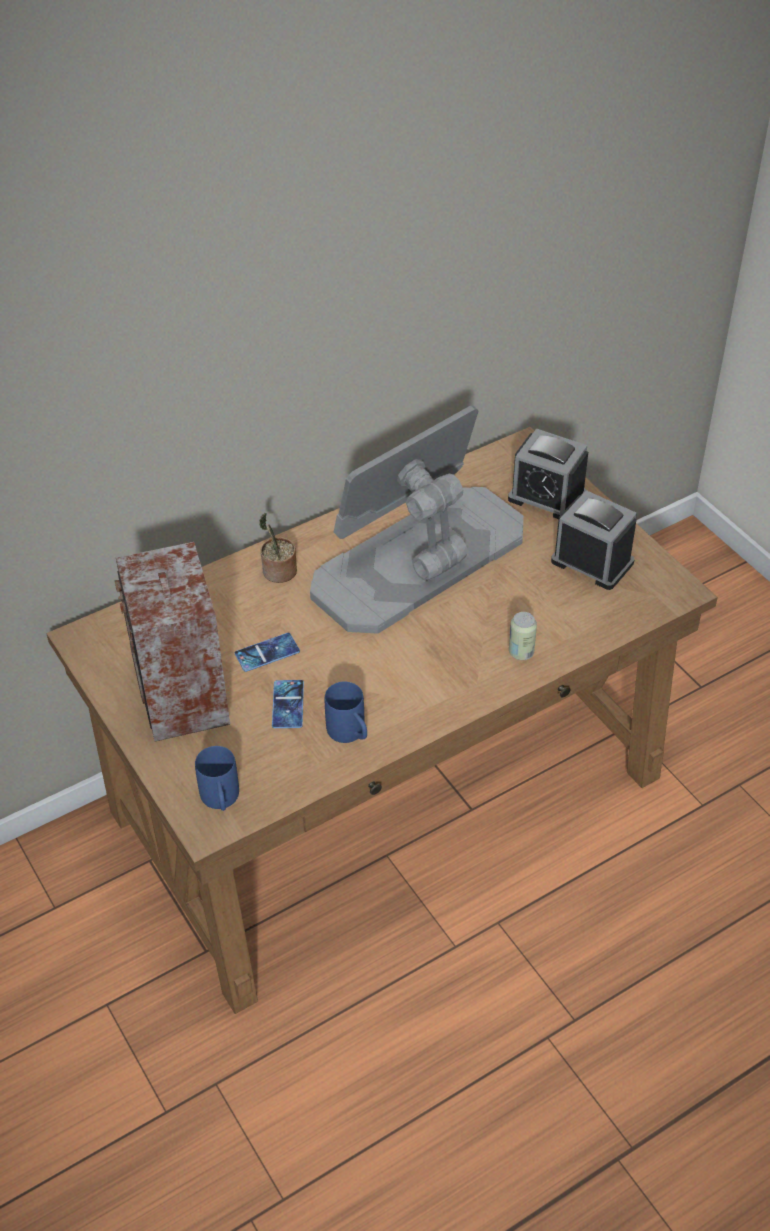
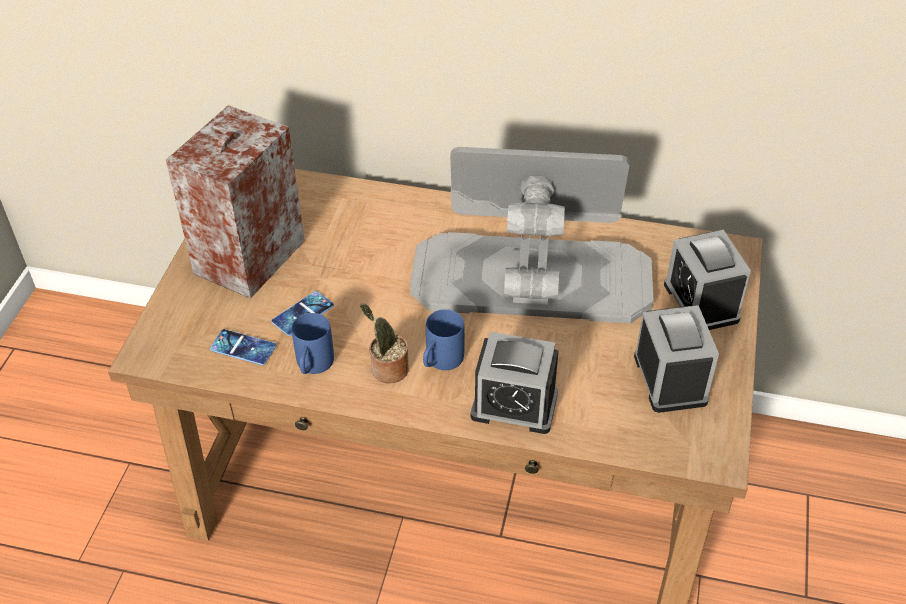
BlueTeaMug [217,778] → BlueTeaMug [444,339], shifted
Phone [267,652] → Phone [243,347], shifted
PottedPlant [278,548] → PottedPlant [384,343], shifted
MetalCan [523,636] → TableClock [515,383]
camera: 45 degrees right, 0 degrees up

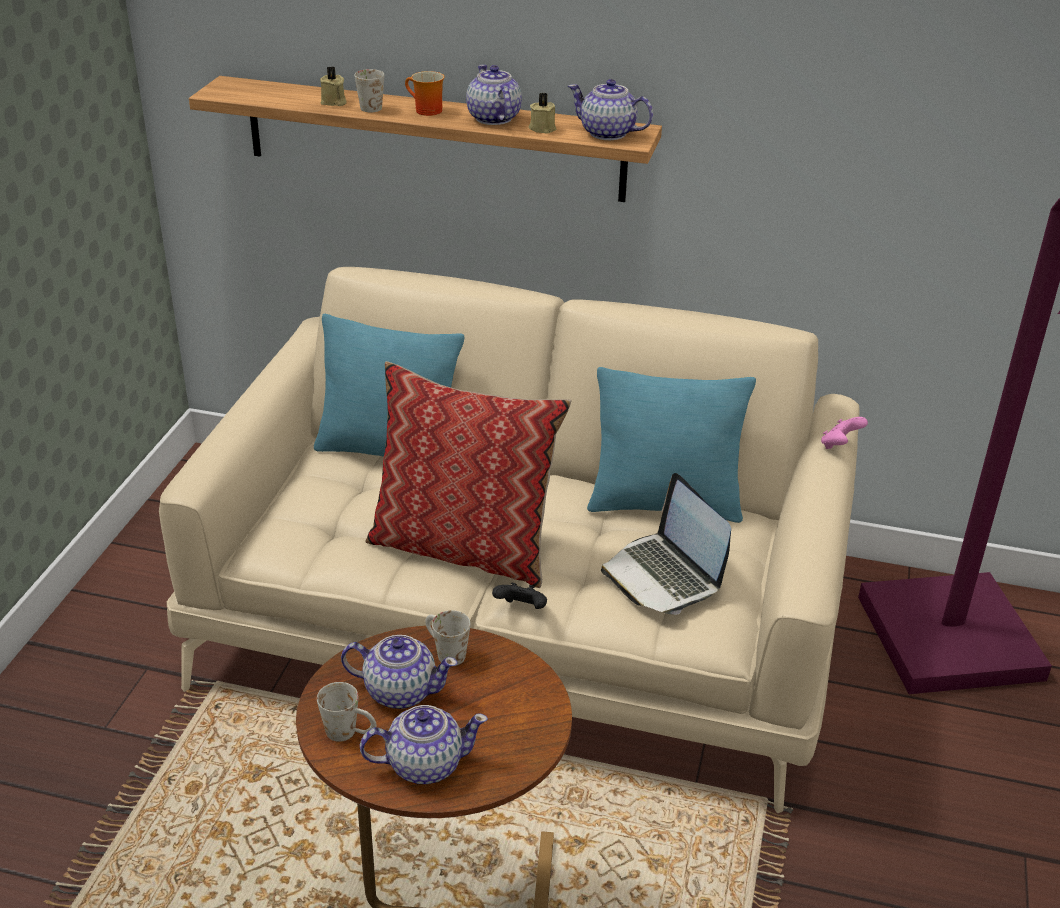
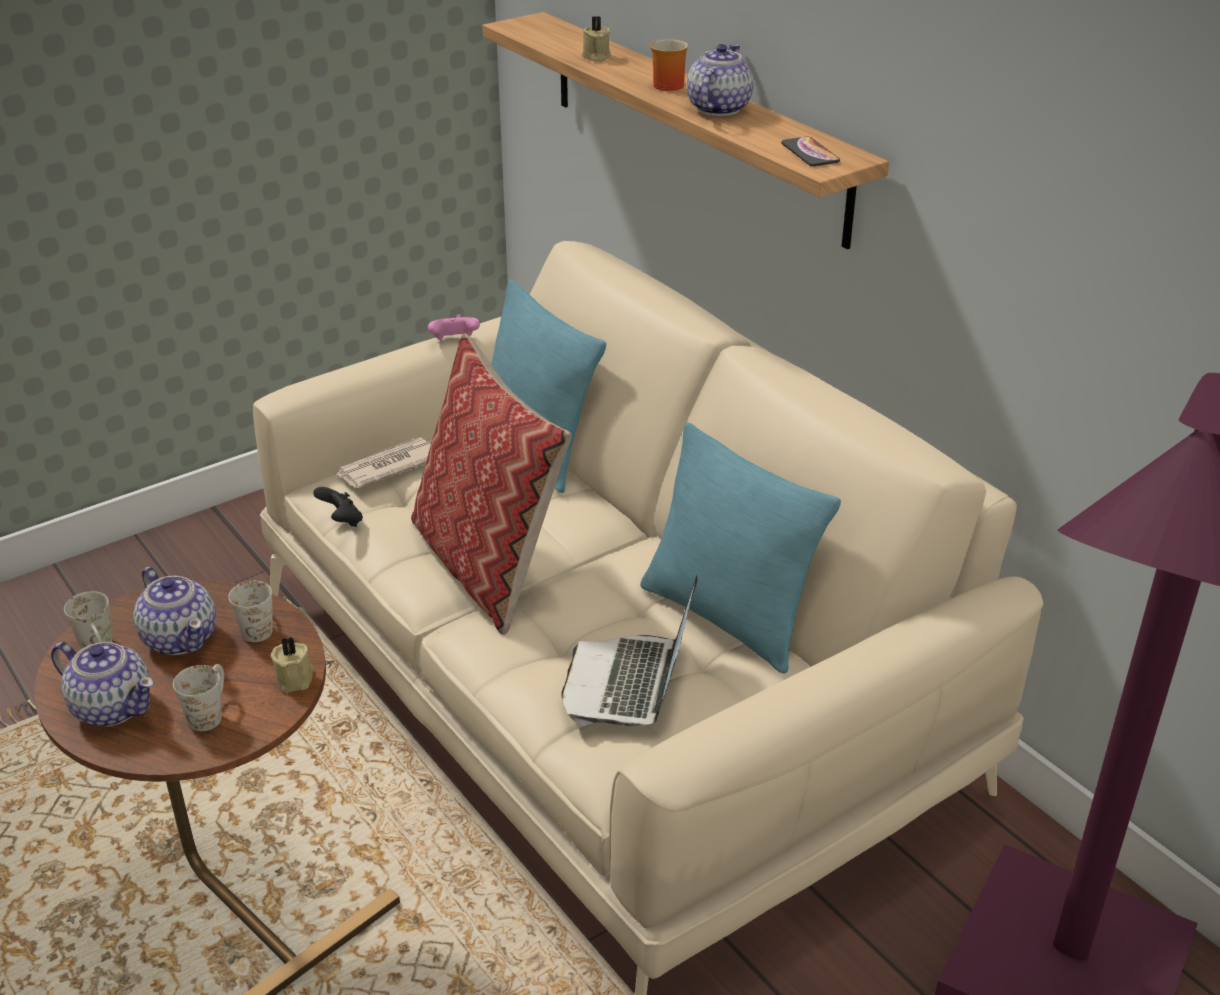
- → DailyPaper [383,463]
WhitishTeaMug [369,90] → WhitishTeaMug [198,697], shifted
BlackishGameController [519,596] → BlackishGameController [338,507], shifted
BeigeColouredWaxLight [542,113] → BeigeColouredWaxLight [292,664], shifted
PinkGameController [844,433] → PinkGameController [454,327], shifted
TeaPot [610,109] → Phone [810,151]
camera: 40 degrees right, 0 degrees up

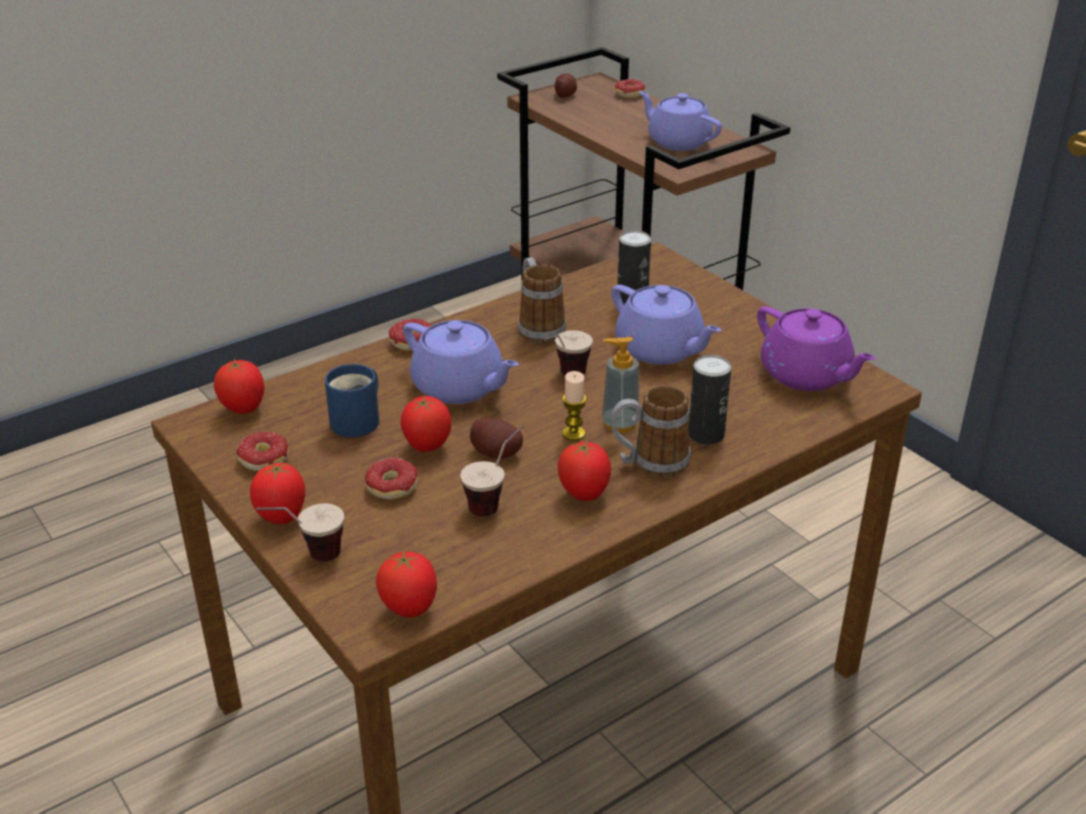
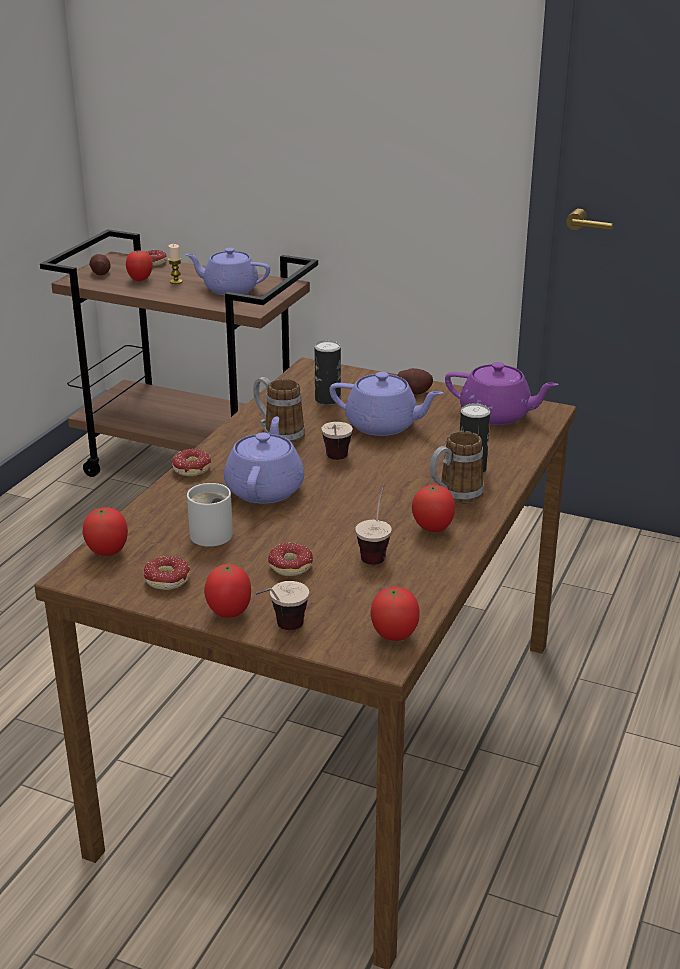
SoapDispenser [620,385] → -
Tomato [426,424] → Tomato [139,265], shifted
Spud [496,438] → Spud [415,381], shifted
WaxLight [574,406] → WaxLight [175,264], shifted
BlueTeaMug [352,400] → WhitishTeaMug [210,515]
PurpleColouredTeaPot [461,362] → PurpleColouredTeaPot [264,460], 90 degrees counterclockwise
camera: 30 degrees left, 5 degrees down

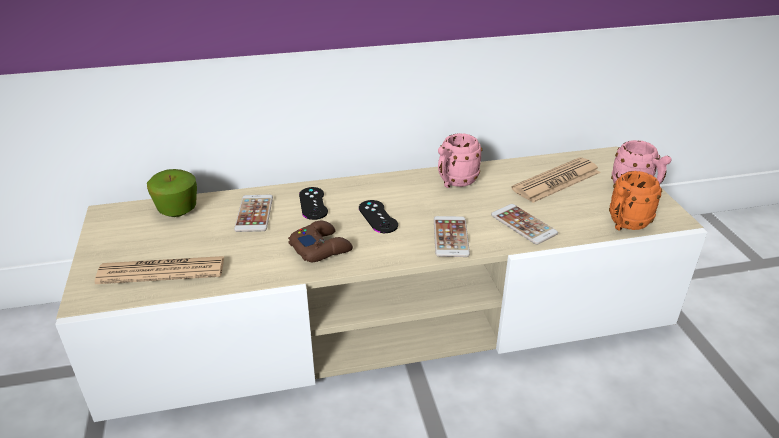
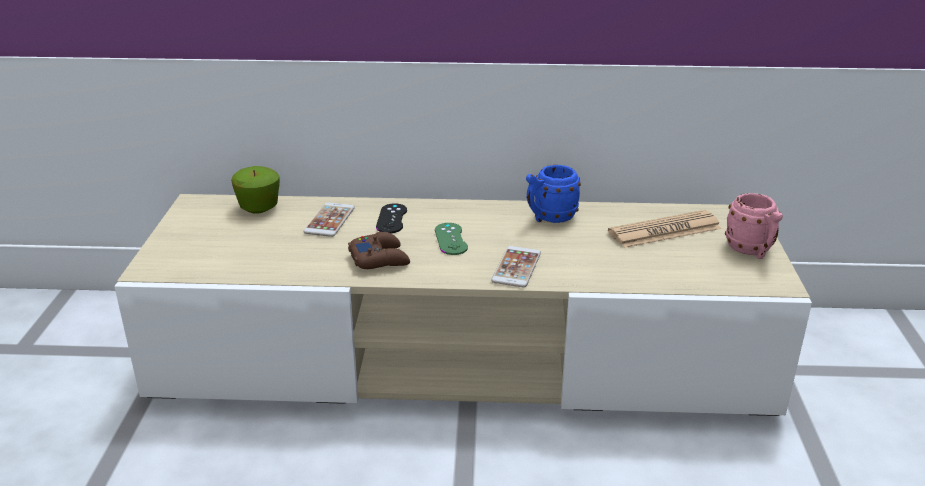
DailyPaper [159,270] → -
Phone [524,224] → -
OrangeTeaMug [635,201] → -
BlackishGameController [378,216] → GreenGameController [451,239]
PinkTeaMug [460,160] → BlueTeaMug [553,194]
camera: 15 degrees right, 5 degrees down

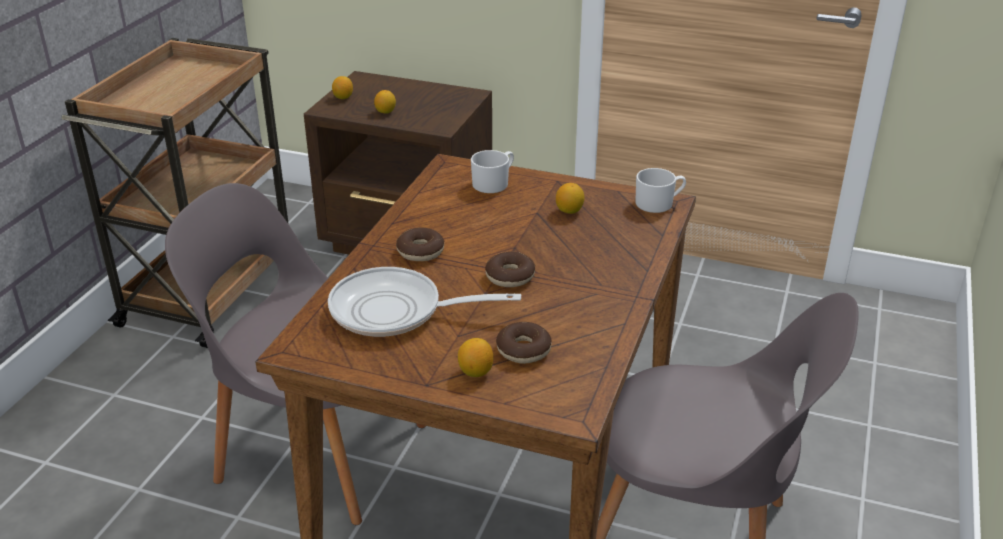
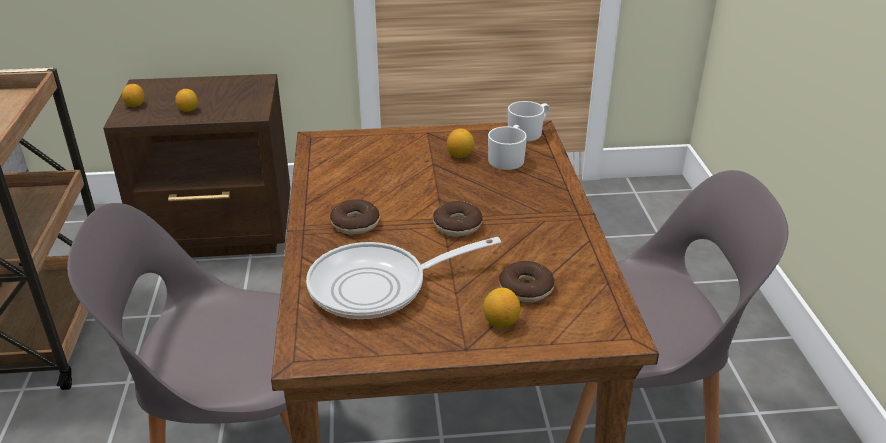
WhitishTeaMug [492,171] → WhitishTeaMug [507,147], shifted
camera: 25 degrees left, 0 degrees up

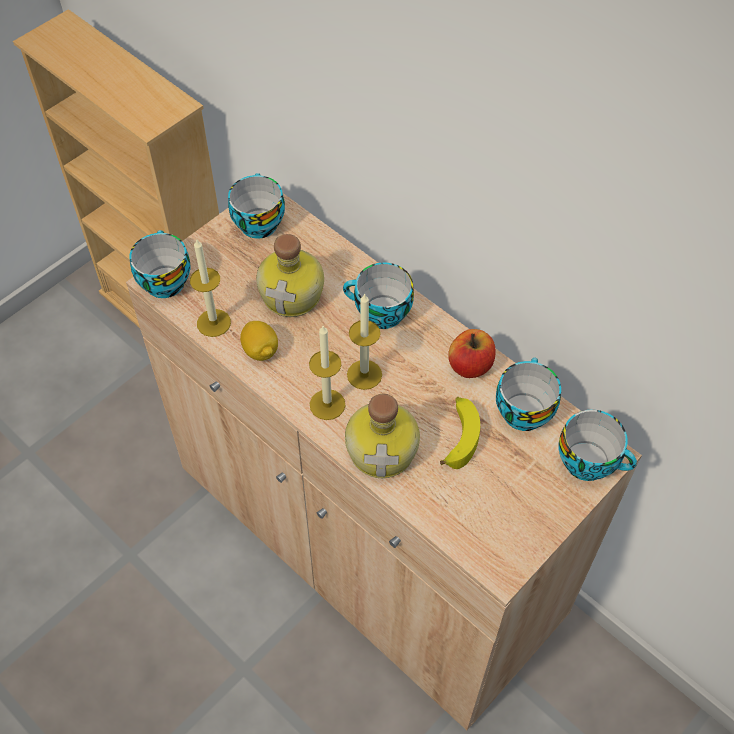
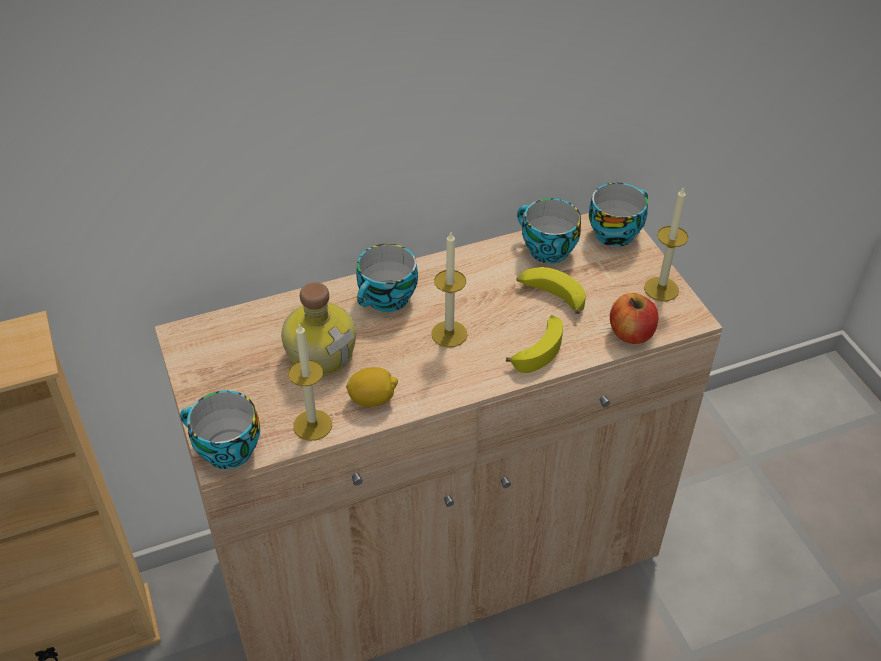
DrinkingCup [256,206] → -
WaxLight [327,373] → WaxLight [666,244], shifted
WholeApple [472,353] → WholeApple [634,318], shifted
BeverageBottle [382,436] → Banana [534,344]
camera: 65 degrees left, 10 degrees down

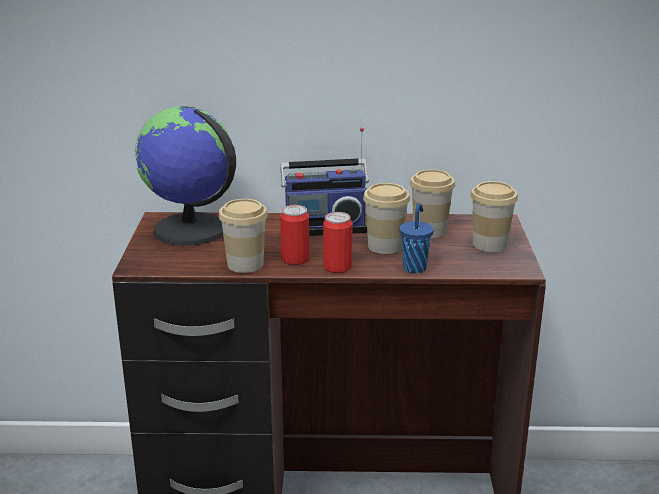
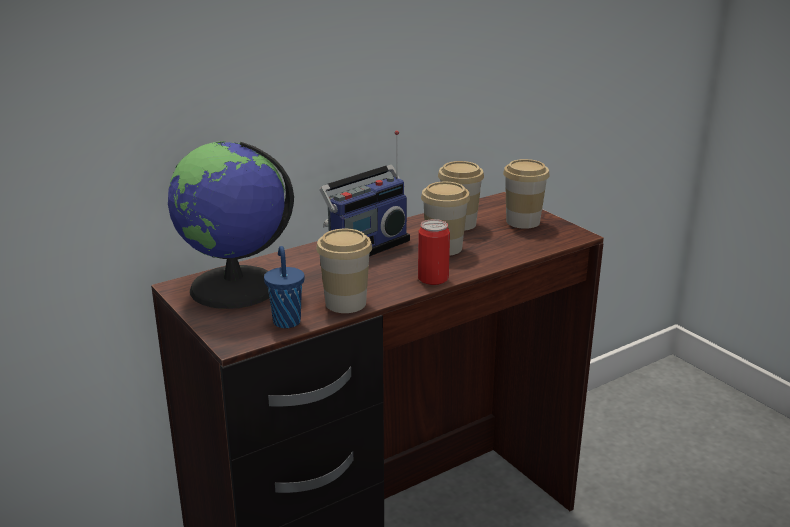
MetalCan [295,235] → -
BlueDrinkingCup [416,238] → BlueDrinkingCup [284,287], shifted
camera: 35 degrees left, 0 degrees up

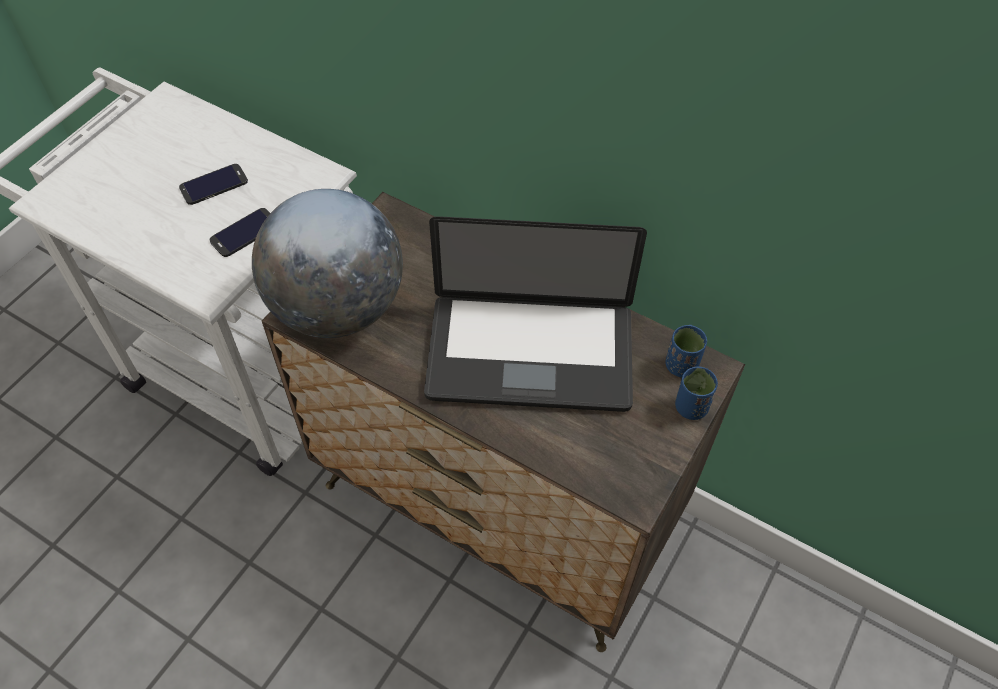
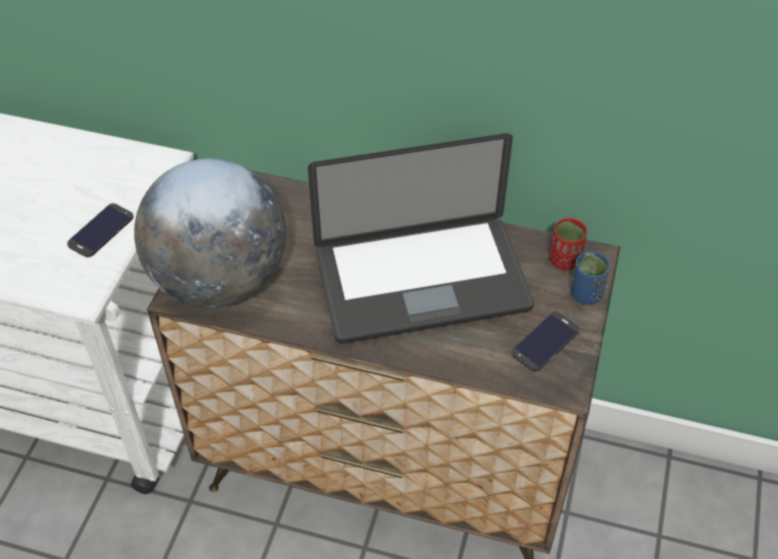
Phone [213,184] → Phone [545,341], shifted
BlueDrinkingCup [686,351] → RedDrinkingCup [568,244]
camera: 15 degrees left, 5 degrees down

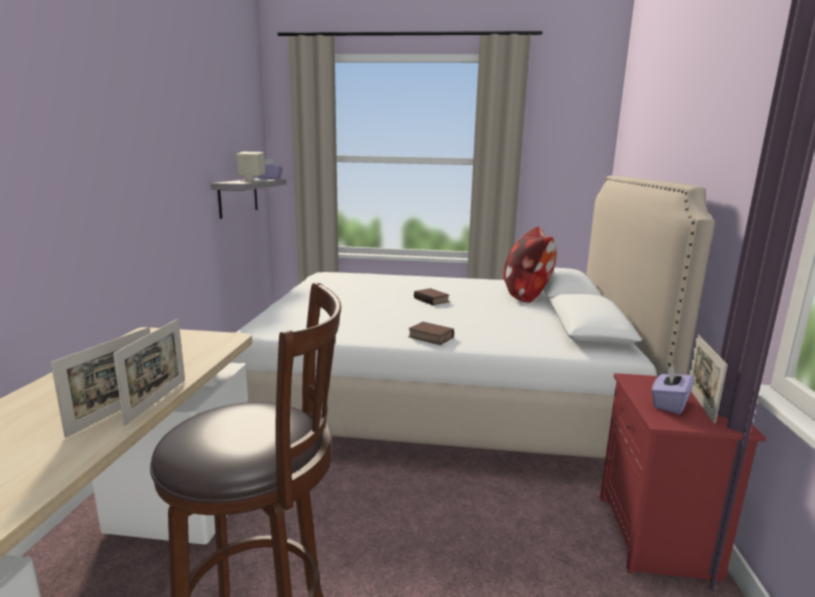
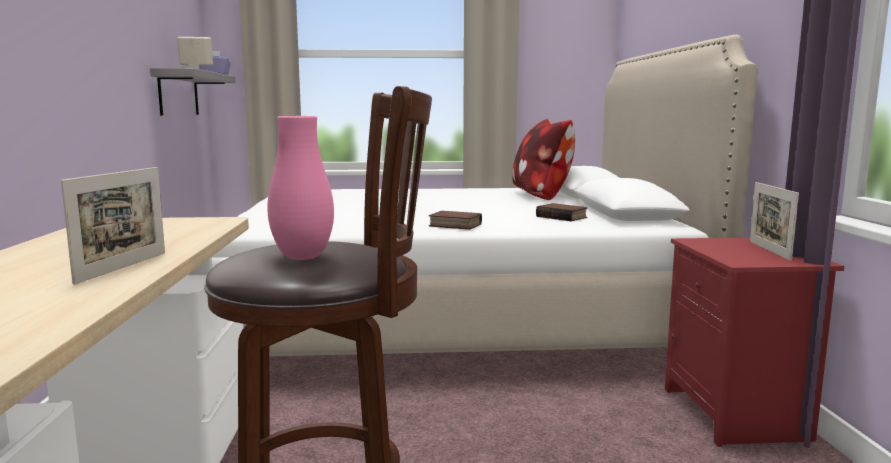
StandingFrame [149,372] → -
PurpleColouredTissueBox [673,389] → -
- → PinkVase [300,188]
Book [431,296] → Book [562,212], shifted
camera: 10 degrees left, 5 degrees down

